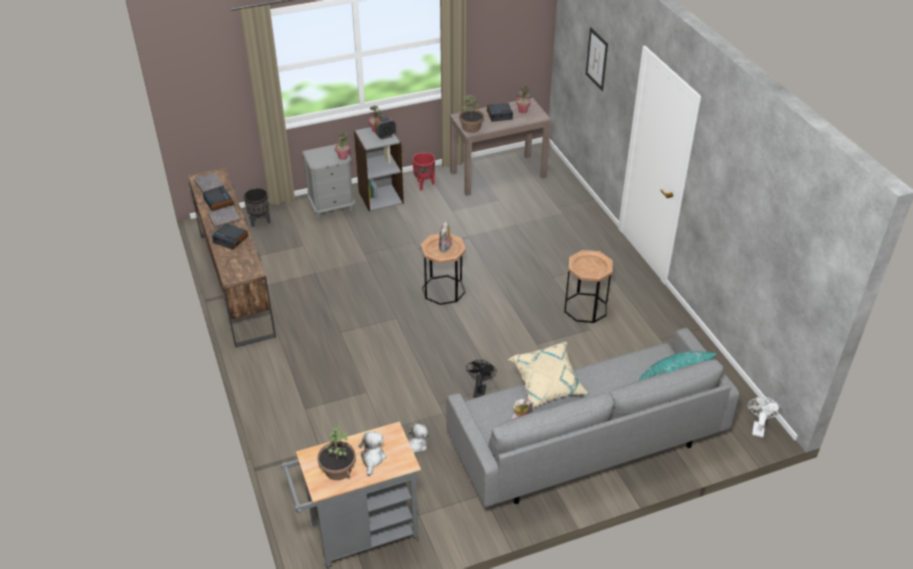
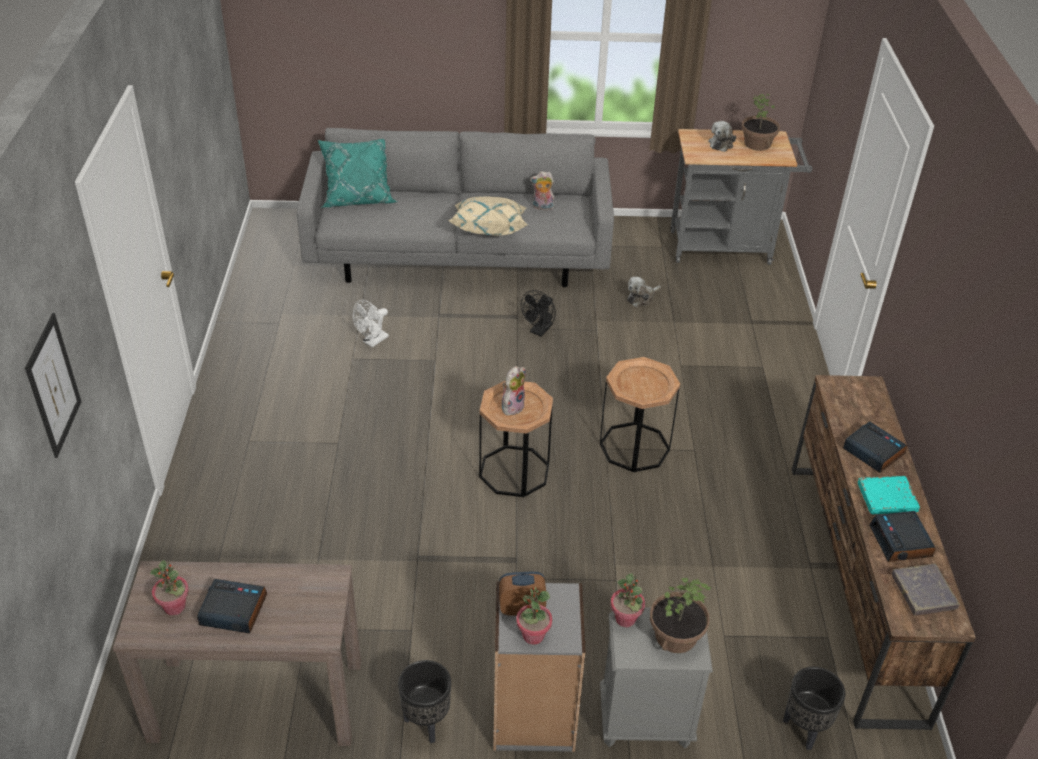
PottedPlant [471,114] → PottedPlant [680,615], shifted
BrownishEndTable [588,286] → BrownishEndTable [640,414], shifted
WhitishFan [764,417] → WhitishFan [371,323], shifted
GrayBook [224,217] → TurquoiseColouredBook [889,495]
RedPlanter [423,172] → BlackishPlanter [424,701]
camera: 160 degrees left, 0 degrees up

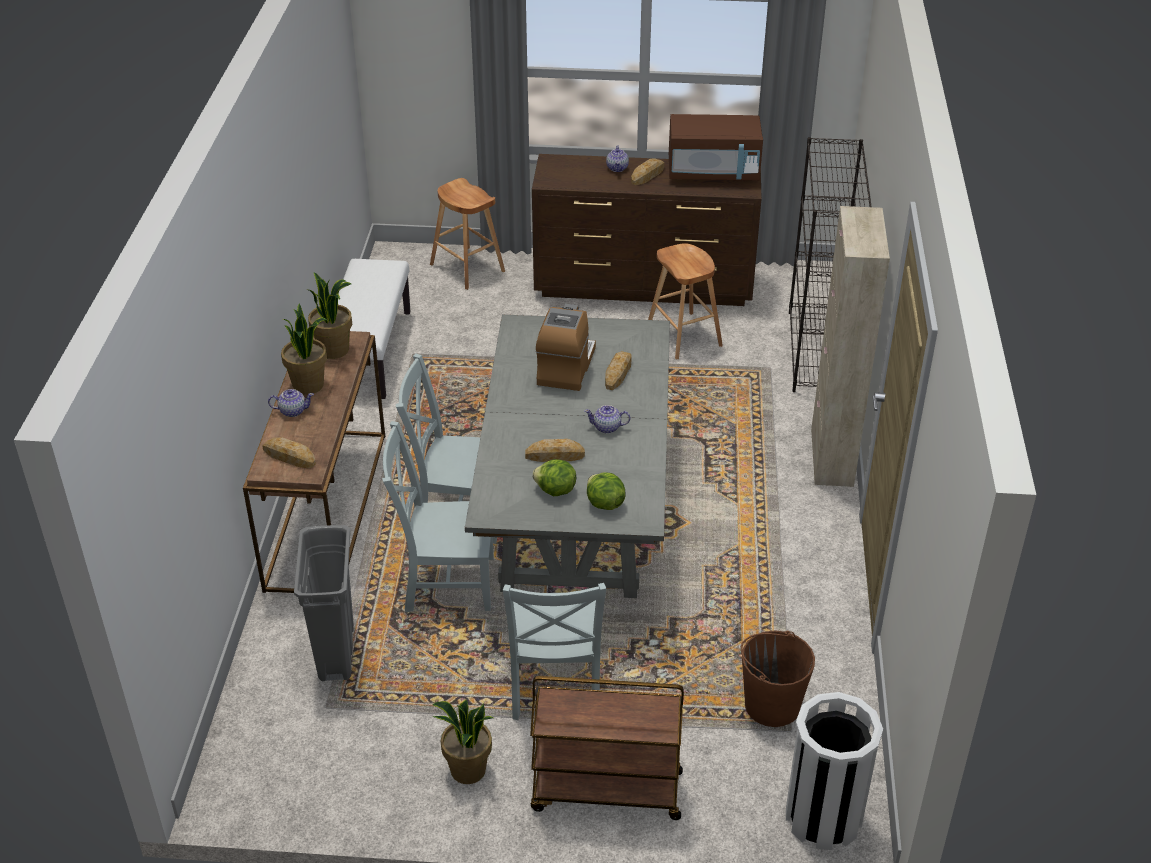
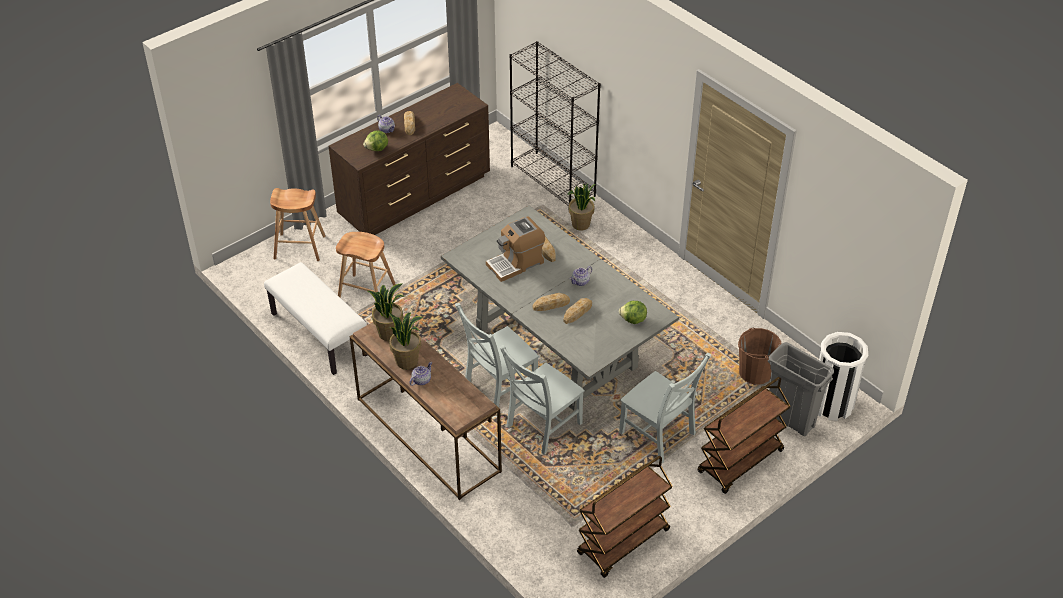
BrownishMicrowaveOven [716,147] → -
BeigeColouredCabinet [850,346] → -
- → BrownishTrolley [625,517]
BakedBread [289,452] → BakedBread [551,302], shifted
GrayWasteBin [324,603] → GrayWasteBin [801,389], shifted
PottedPlant [462,741] → PottedPlant [582,207], shifted
LettuceHead [554,477] → LettuceHead [375,141], shifted
BrownishStool [685,301] → BrownishStool [366,265], shifted
CoffeeMaker [566,347] → CoffeeMaker [515,249], 90 degrees counterclockwise
camera: 45 degrees left, 5 degrees up

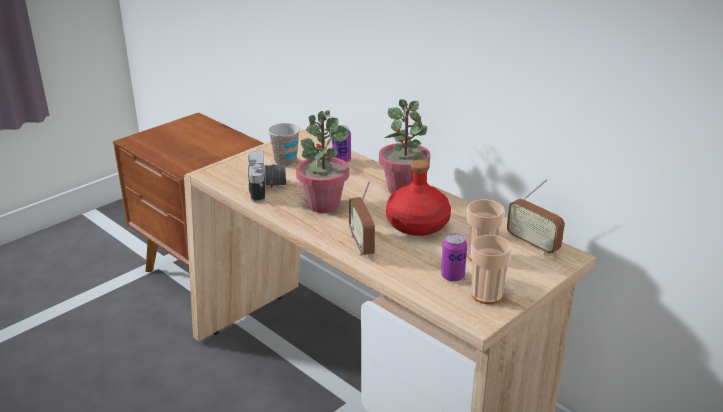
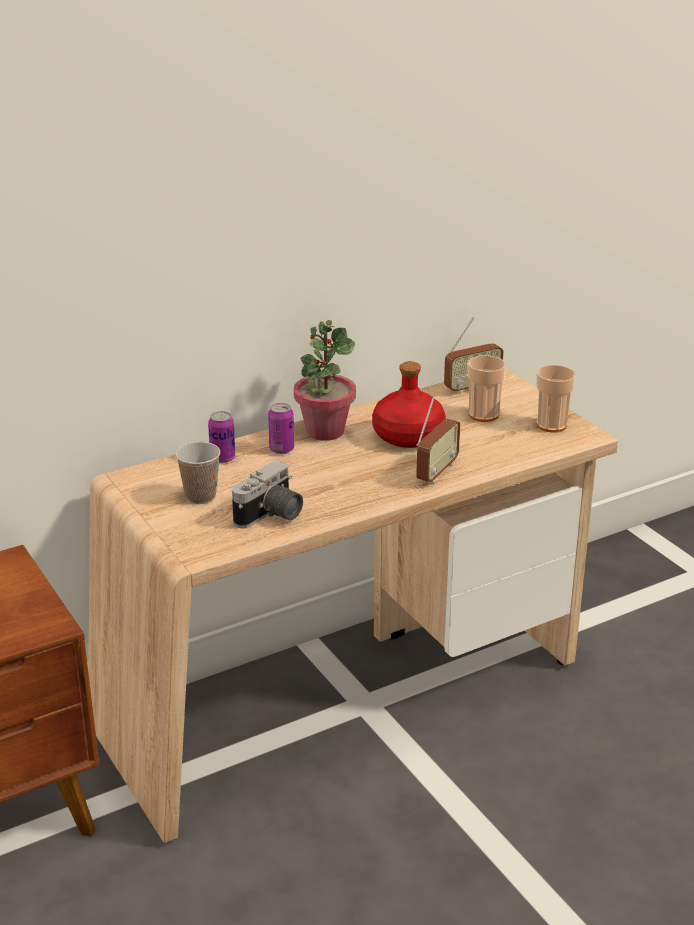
PottedPlant [322,161] → -
MetalCan [454,257] → MetalCan [281,428], shifted
PhotoCamera [267,177] → PhotoCamera [267,494], 120 degrees clockwise
RadioSet [362,218] → RadioSet [438,440], 60 degrees counterclockwise
camera: 75 degrees left, 0 degrees up

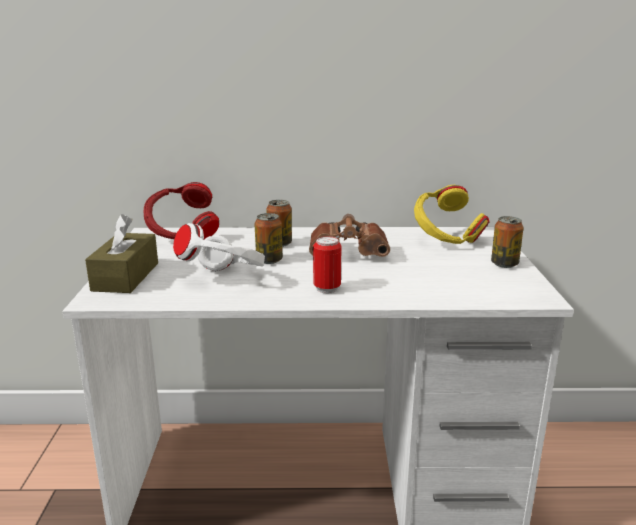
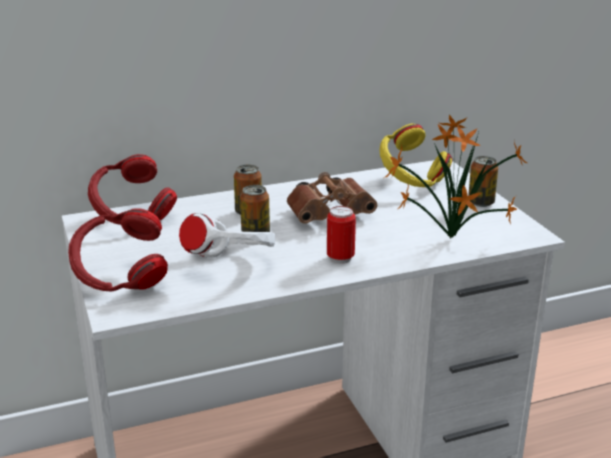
- → PottedPlant [455,177]
BrownishTissueBox [121,253] → RedHeadset [118,250]
camera: 20 degrees left, 5 degrees up

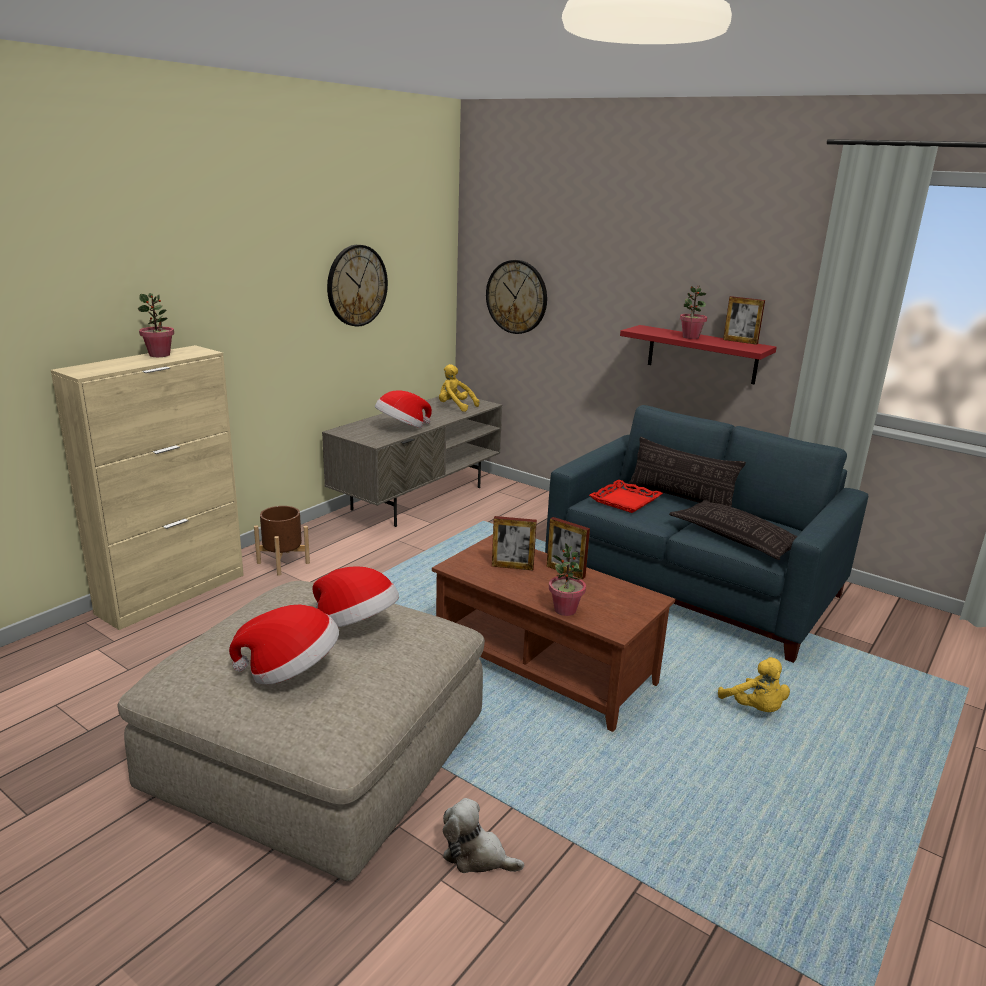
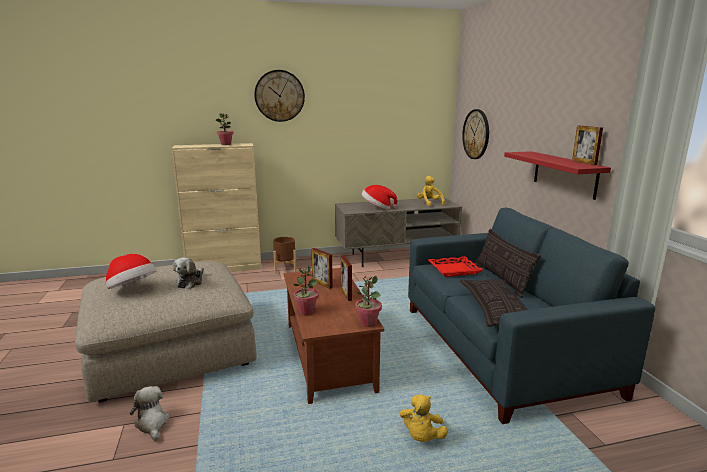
ClockOnTheWall [357,286] → ClockOnTheWall [279,96], shifted
PottedPlant [693,312] → PottedPlant [368,301], shifted
WearableHat [356,596] → PlushToy [188,273]
camera: 40 degrees right, 5 degrees down

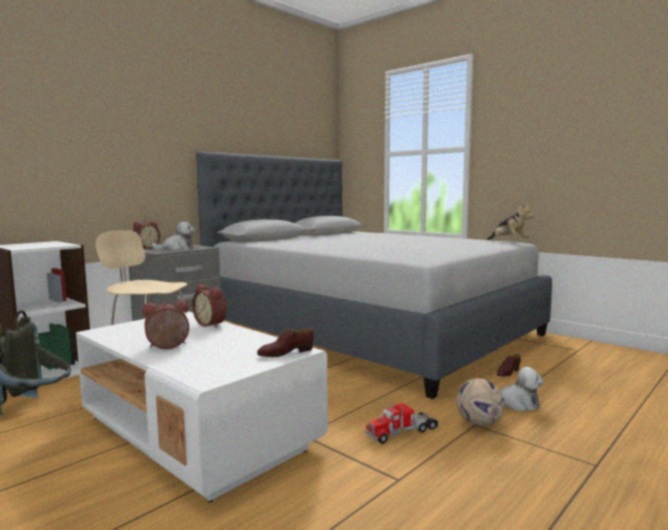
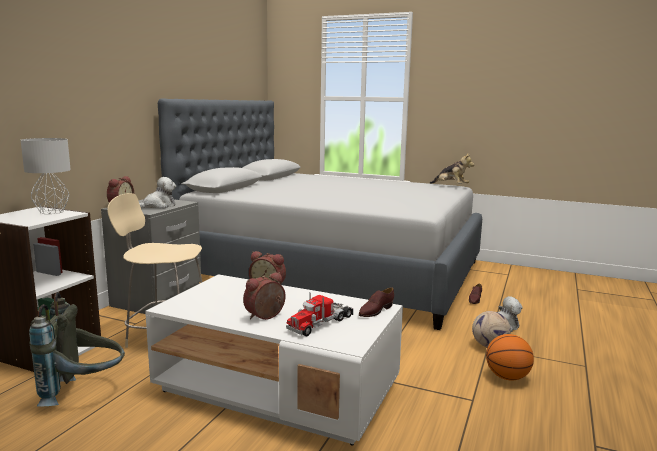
- → GrayTabletopLamp [46,176]
- → Basketball [510,357]
ToyTruck [401,422] → ToyTruck [320,314], shifted
camera: 20 degrees left, 5 degrees up

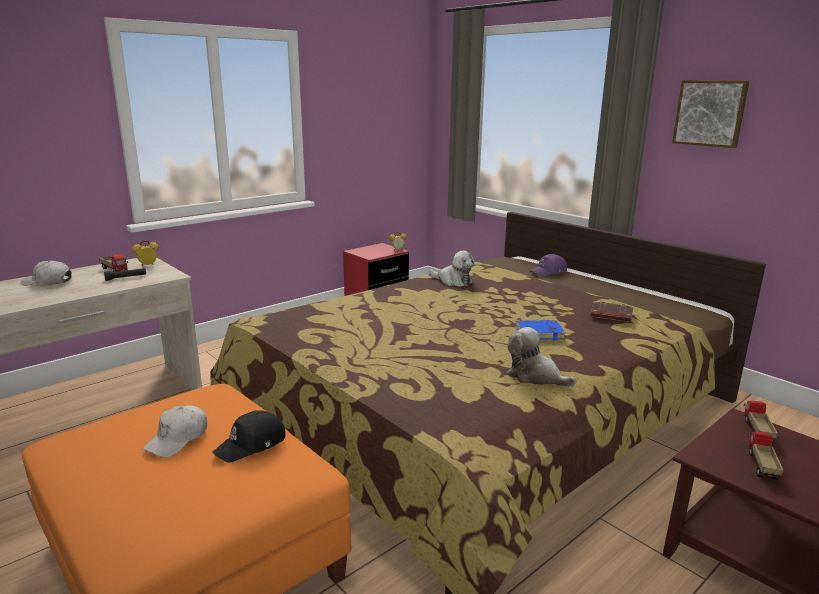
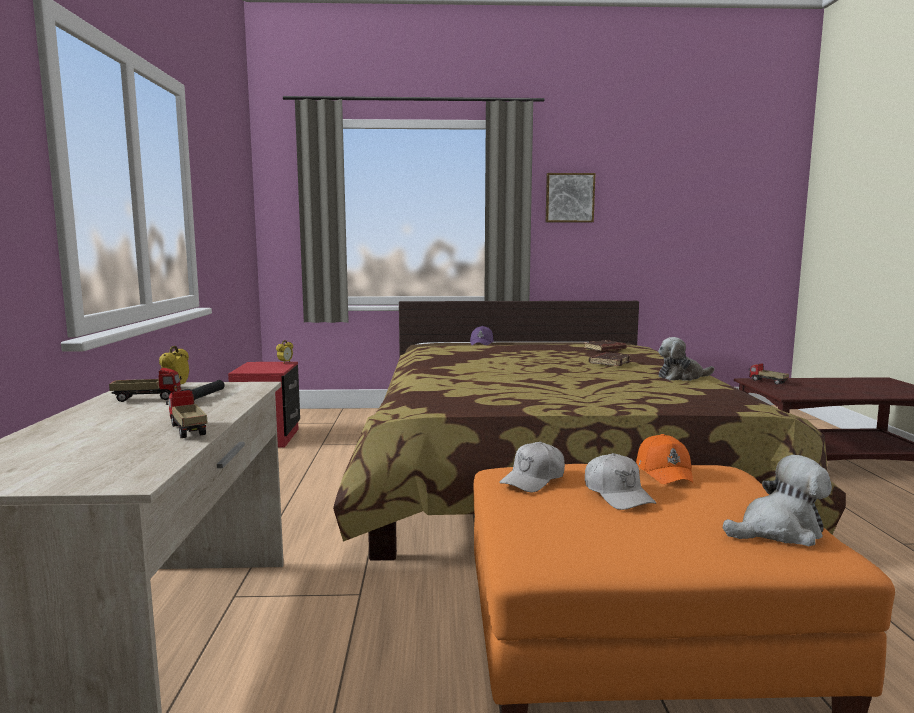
WhitishPeakedCap [46,273] → WhitishPeakedCap [532,467], shifted
PlushToy [451,269] → PlushToy [777,500], shifted
ToyTruck [765,455] → ToyTruck [187,414], shifted
BlackishPeakedCap [249,436] → OrangePeakedCap [665,459]
BlueBook [541,330] → BrownishBook [610,359]
camera: 50 degrees left, 10 degrees down

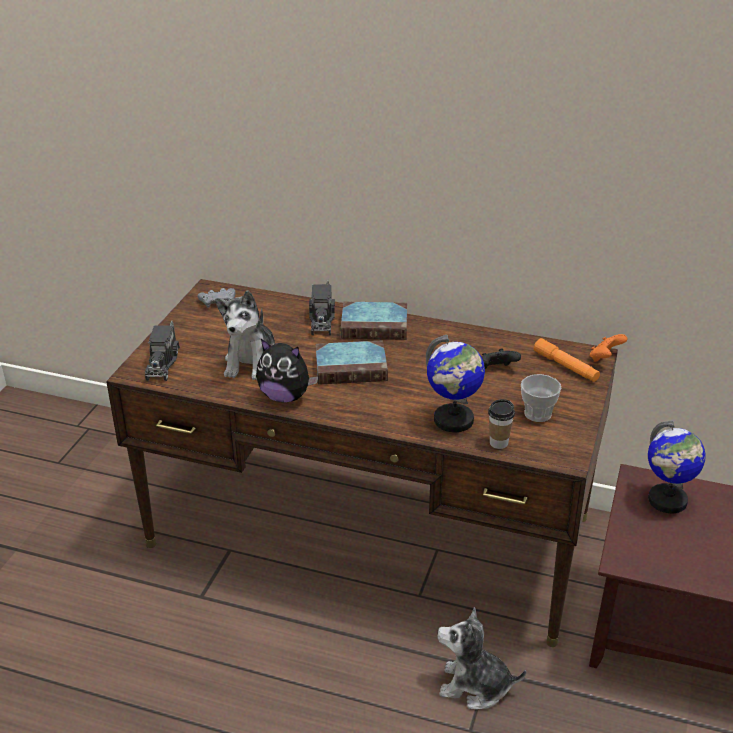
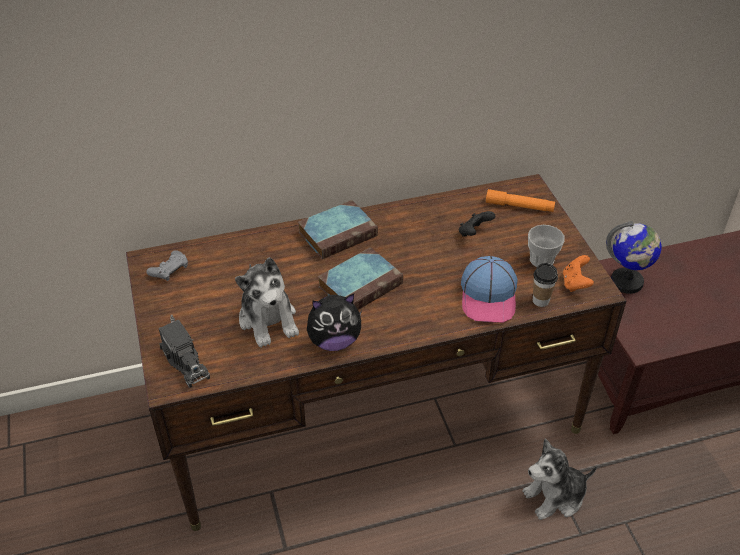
ToyTruck [322,307] → -
OrangeGameController [609,348] → OrangeGameController [578,273], shifted
WorldGlobe [455,383] → PeakedCap [489,289]
camera: 35 degrees left, 10 degrees up

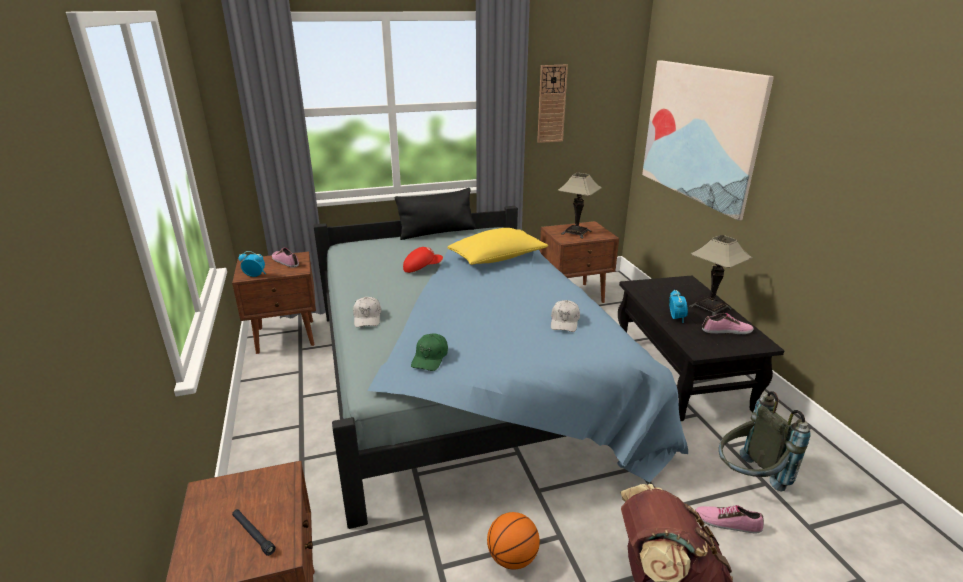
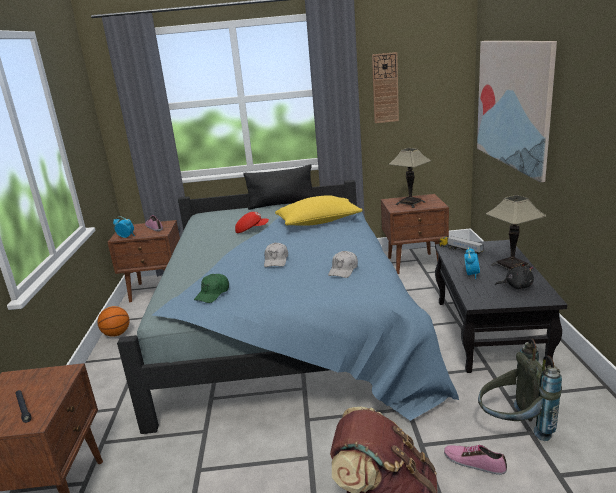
- → ToyTruck [461,245]
WhitishPeakedCap [367,312] → WhitishPeakedCap [276,254], shifted
Basketball [513,541] → Basketball [113,321], shifted
Shoe [727,323] → BlackishPlushToy [514,275]
camera: 15 degrees right, 5 degrees down

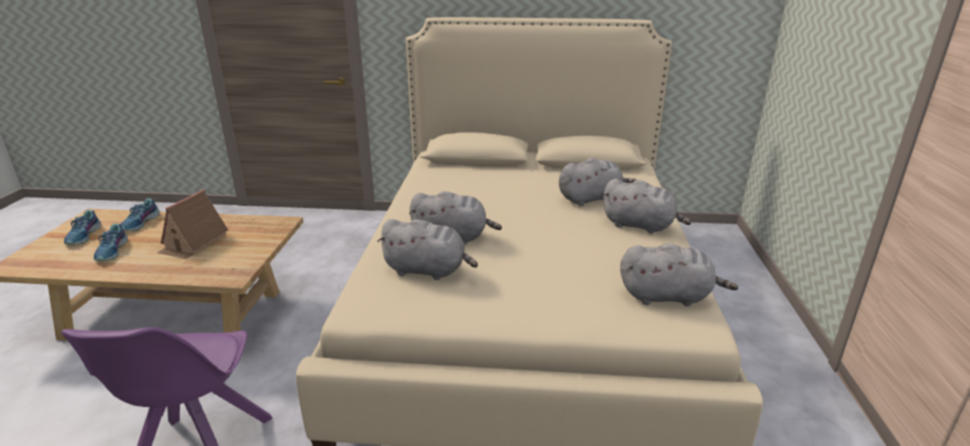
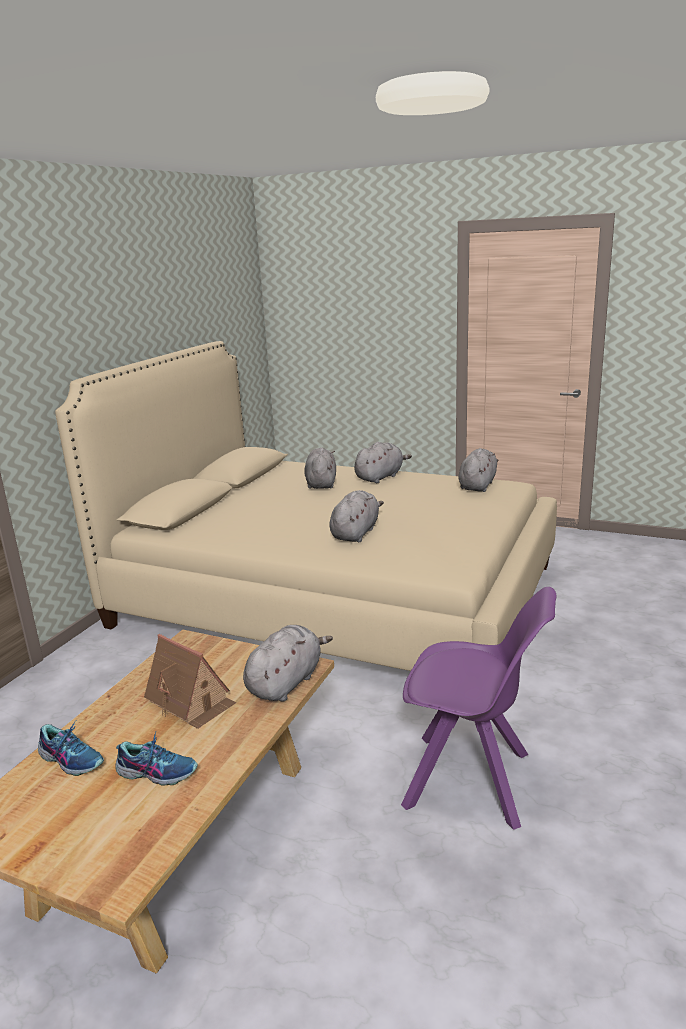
Shoe [82,227] → -
GrayPlushToy [427,249] → GrayPlushToy [288,663], shifted
camera: 70 degrees left, 5 degrees down

